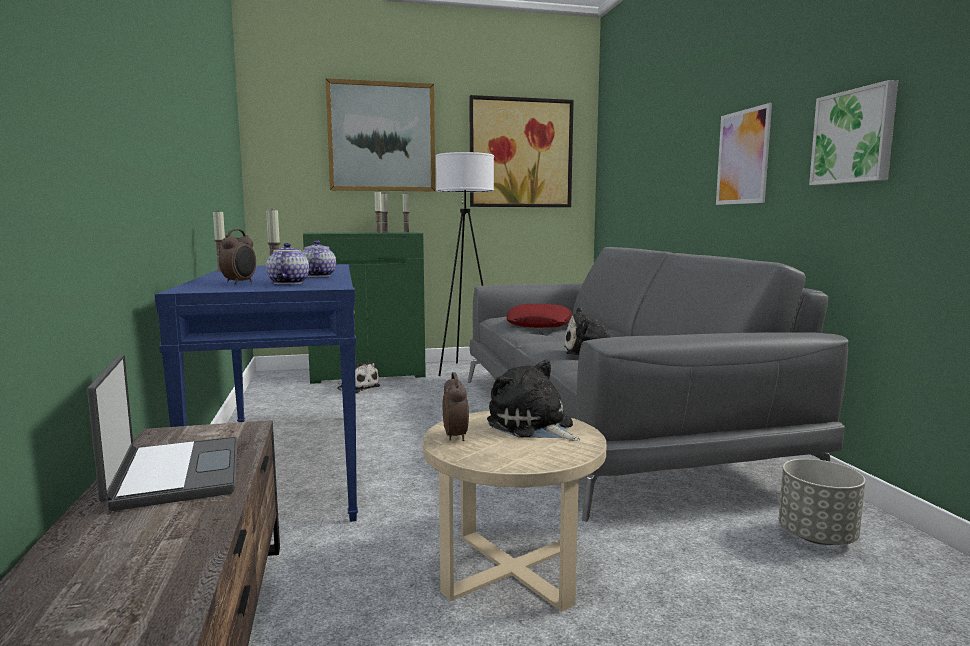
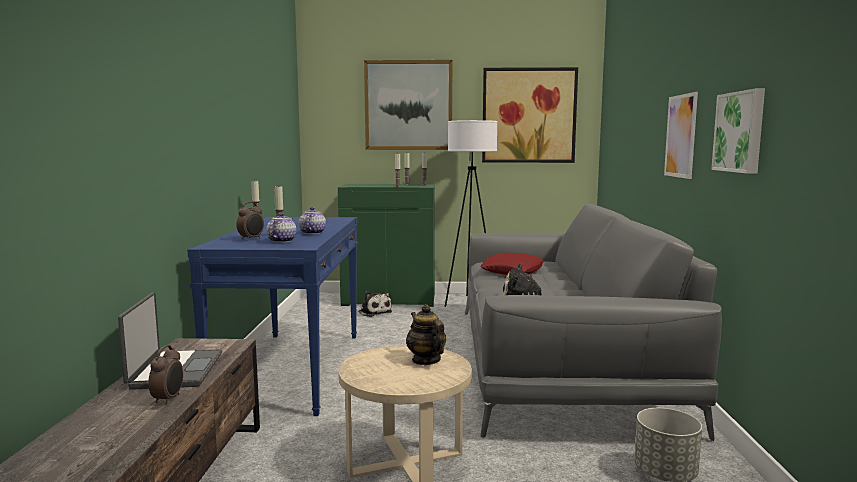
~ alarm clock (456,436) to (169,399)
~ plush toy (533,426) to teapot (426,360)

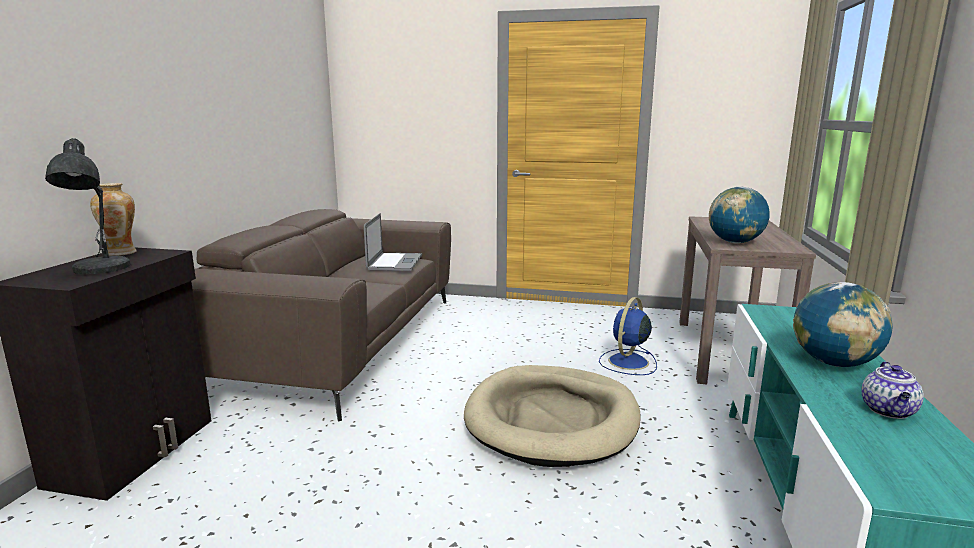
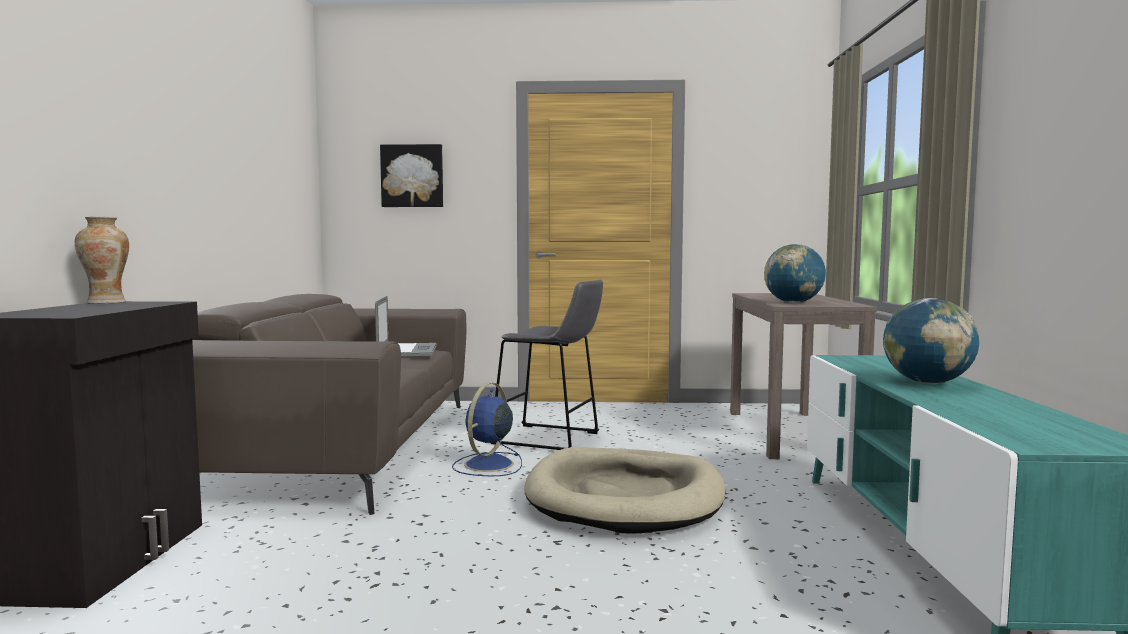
+ picture (412,176)
~ blue fan (627,362) to (488,465)
+ grey stool (551,439)
- grey table lamp (99,270)
- teapot (889,411)

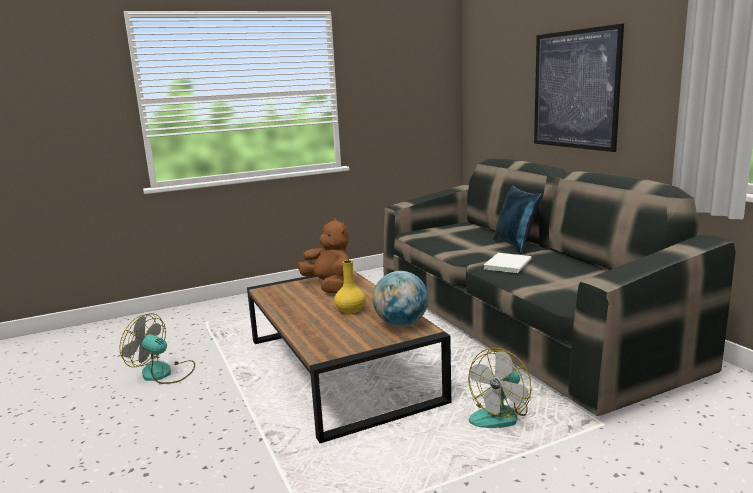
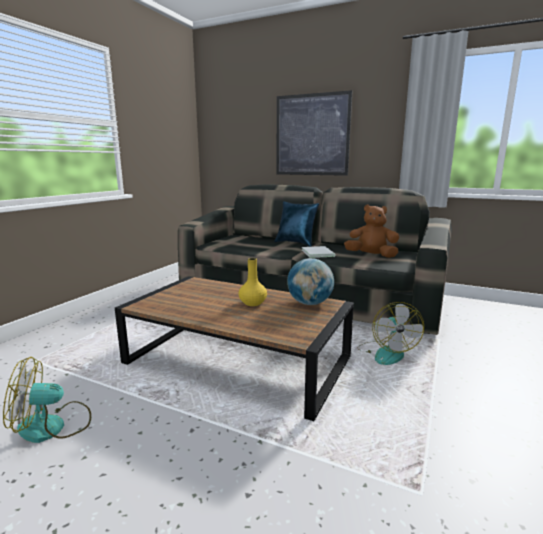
~ brown plush toy (329,286) to (371,256)

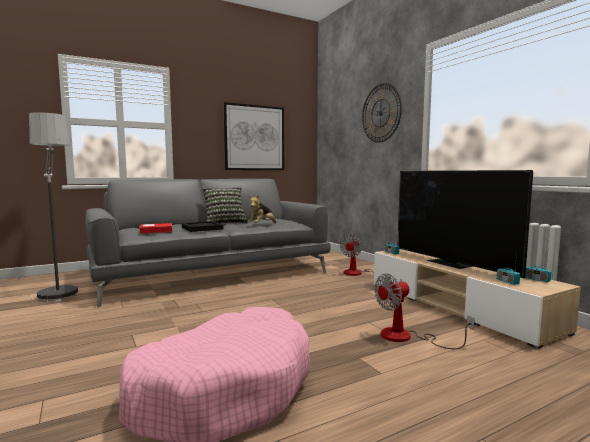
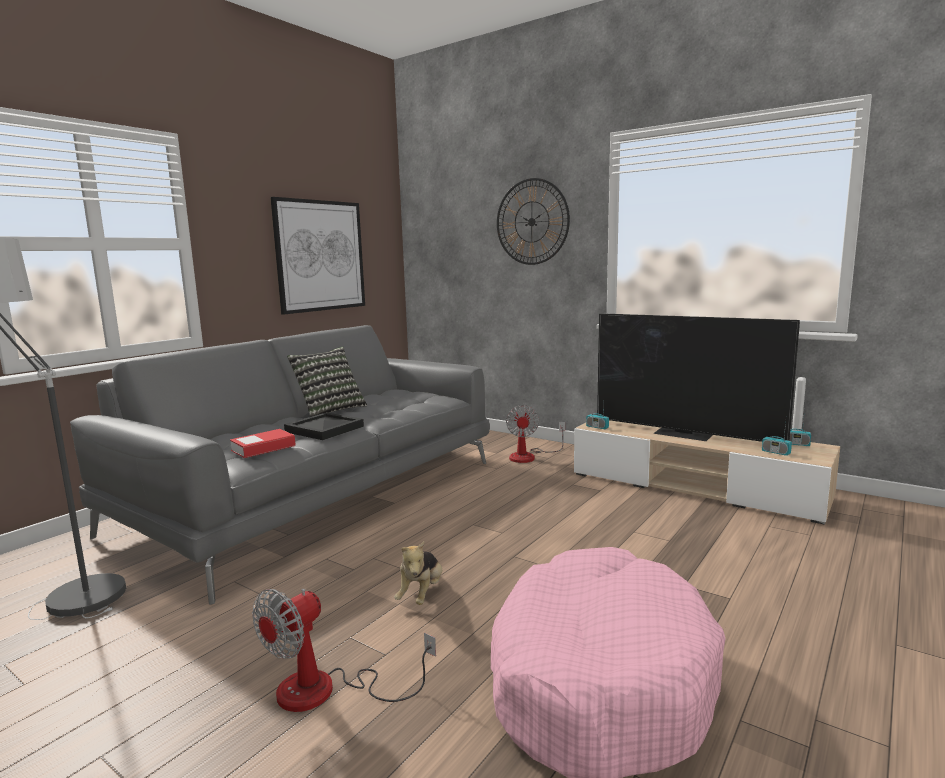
~ fan (407,337) to (326,691)
~ plush toy (262,225) to (421,594)

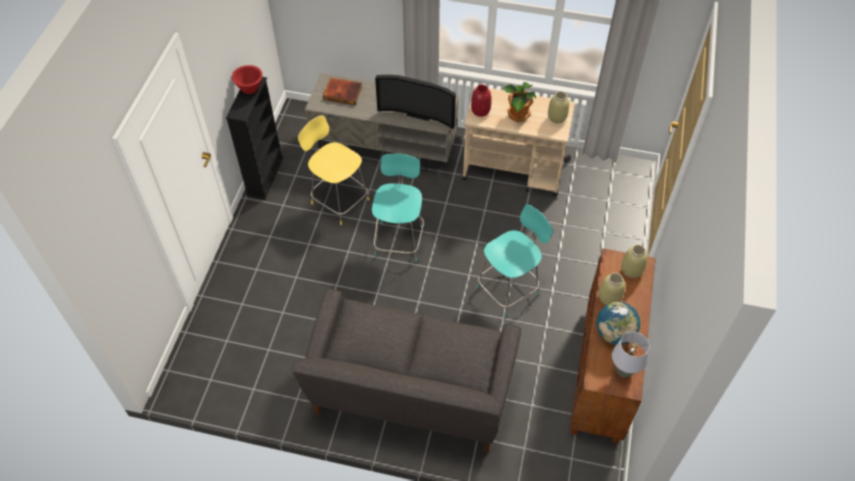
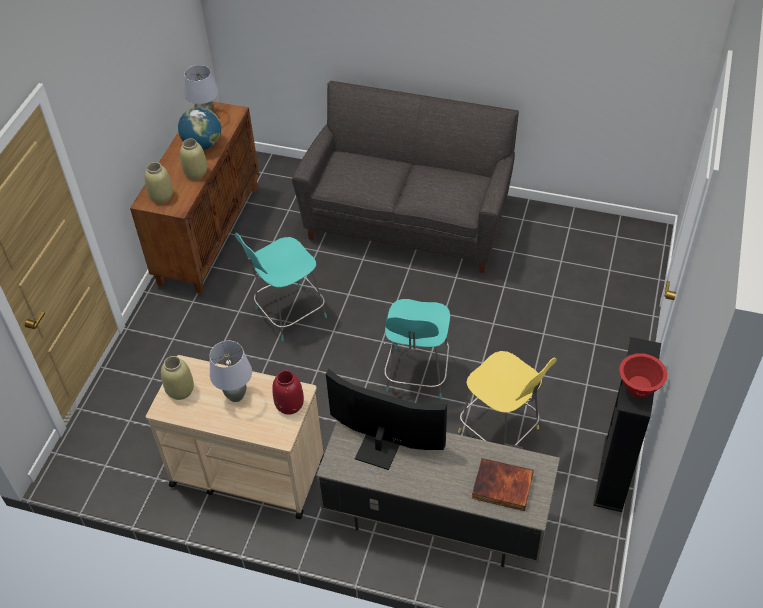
~ potted plant (517,115) to grey table lamp (236,396)

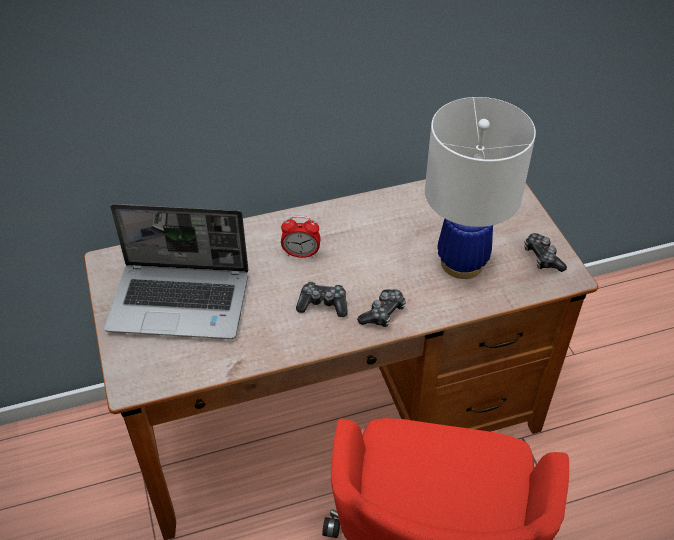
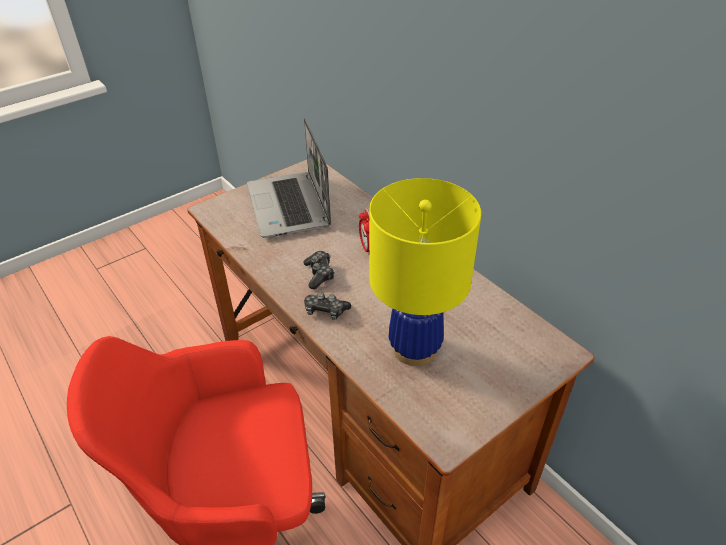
~ white table lamp (461,263) to yellow table lamp (414,348)
- game controller (542,258)

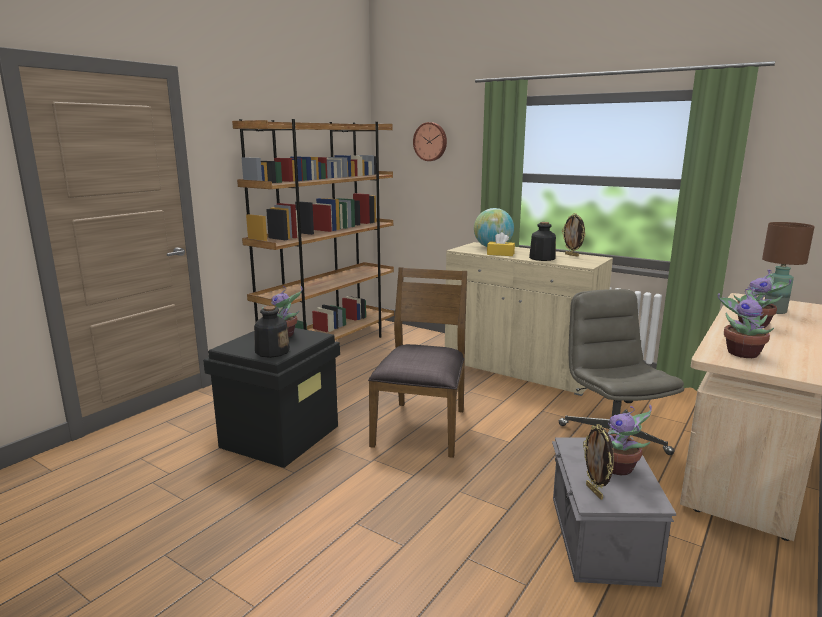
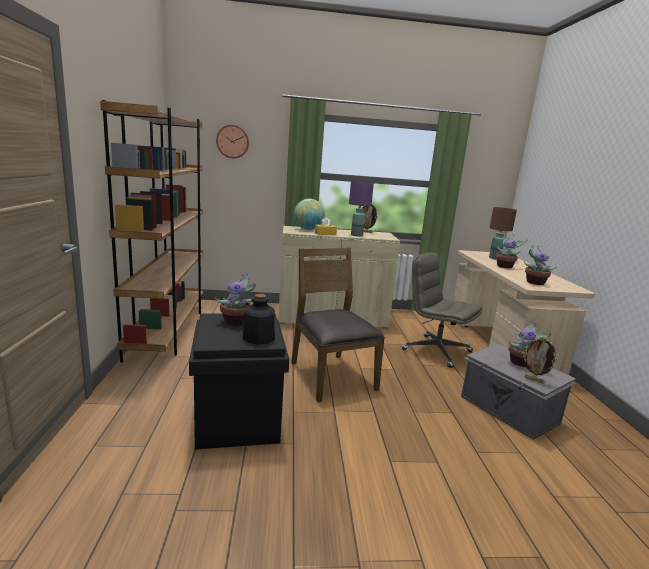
~ bottle (541,258) to purple table lamp (356,235)

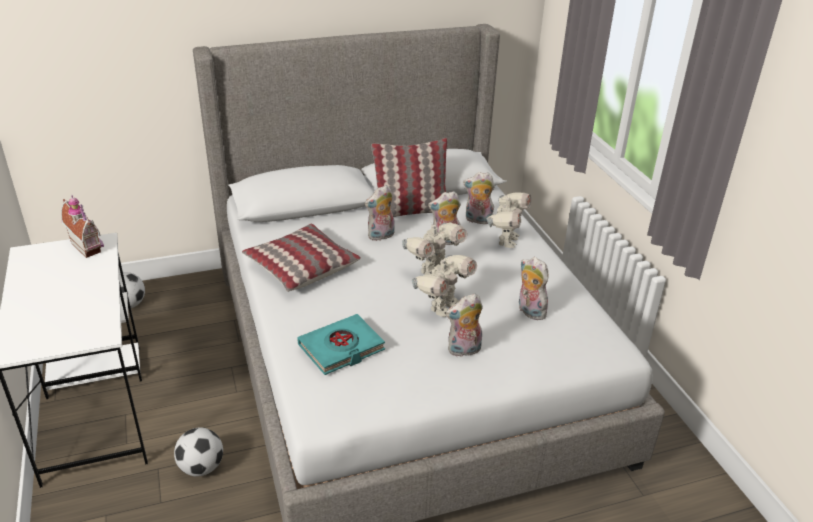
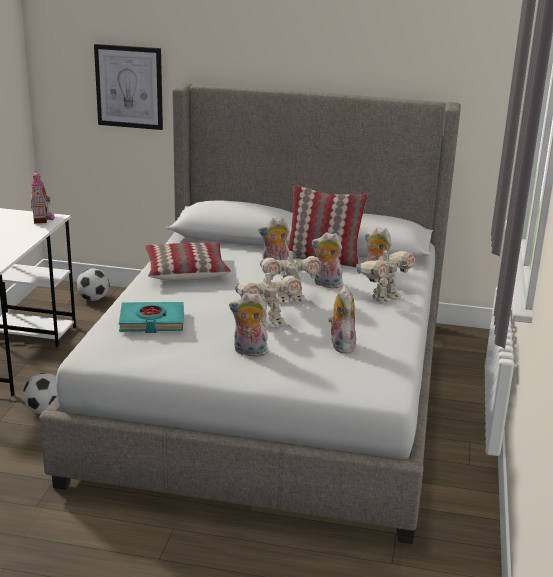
+ picture (129,87)

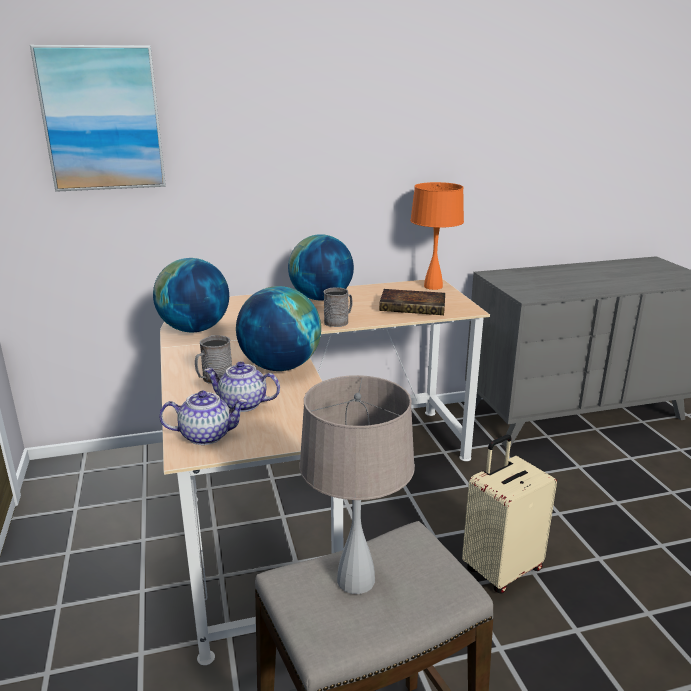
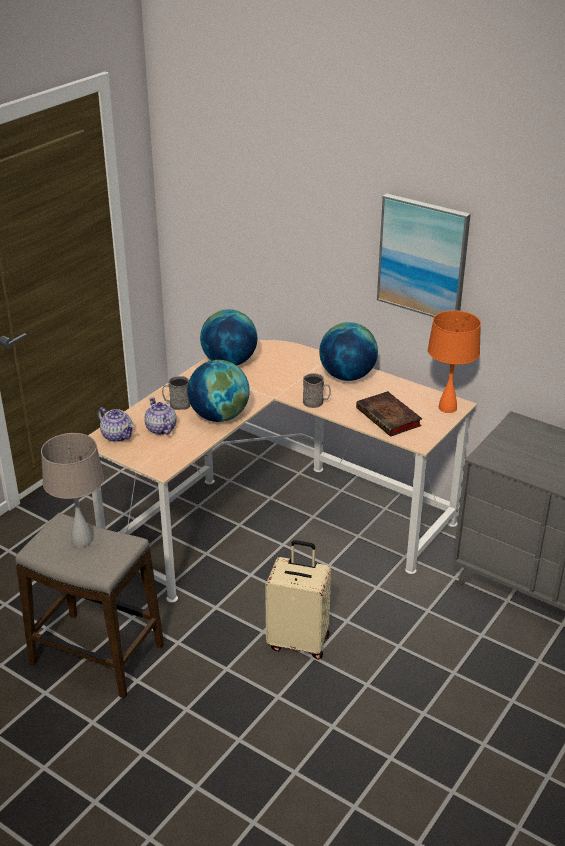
~ picture (102,119) to (423,257)

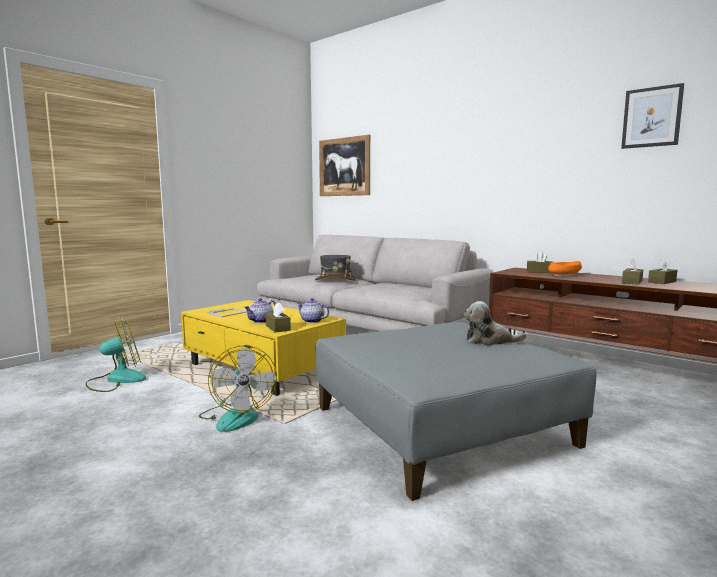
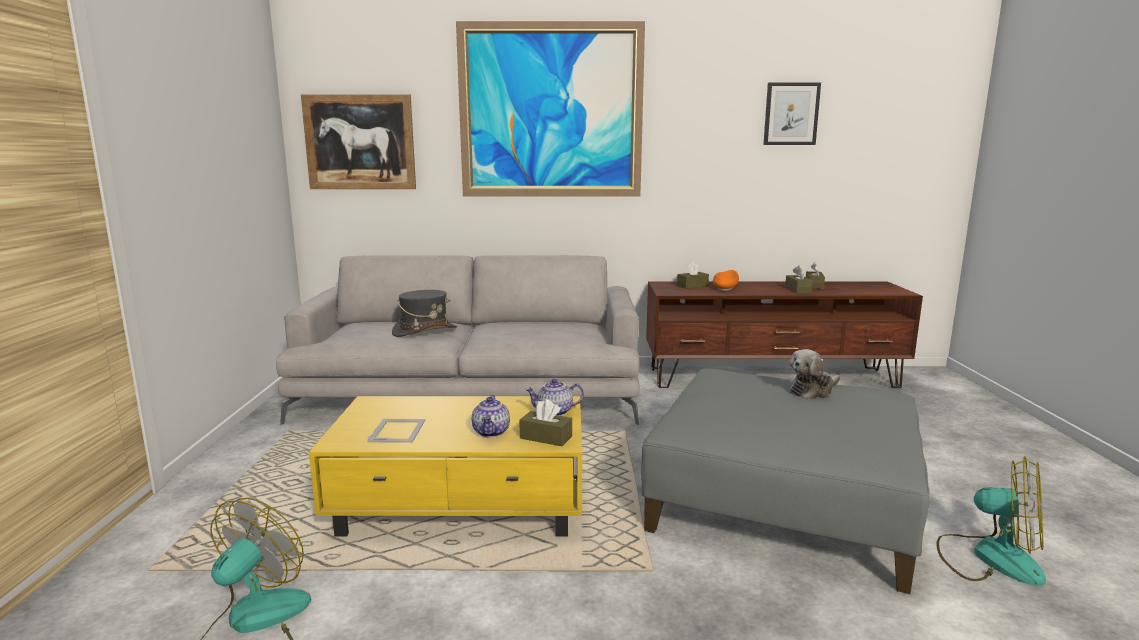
+ picture (551,111)
~ fan (237,416) to (990,558)

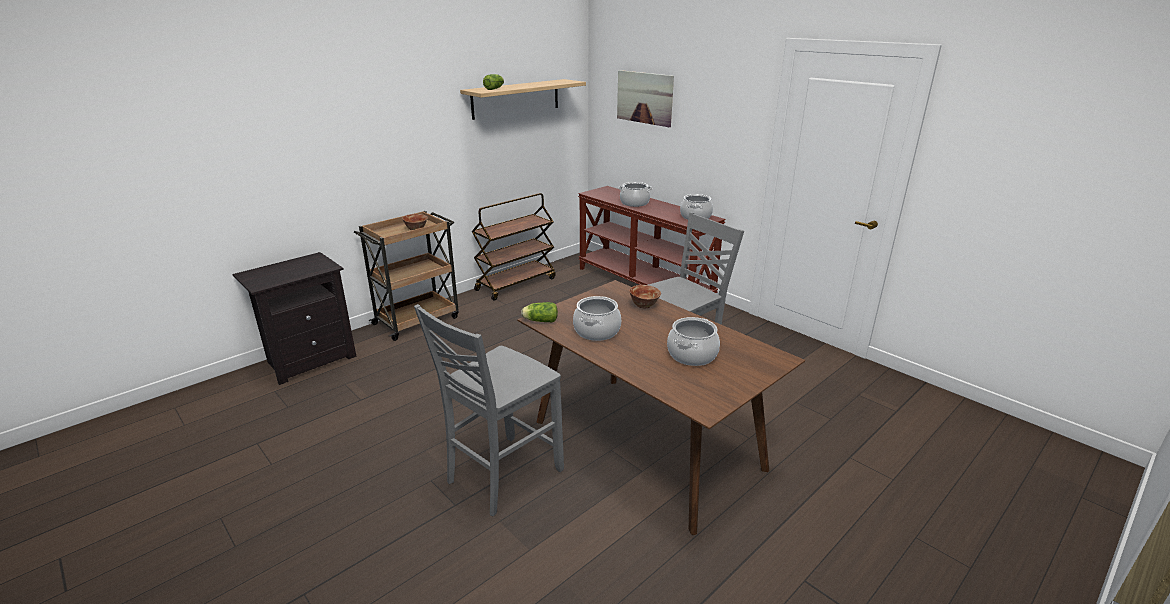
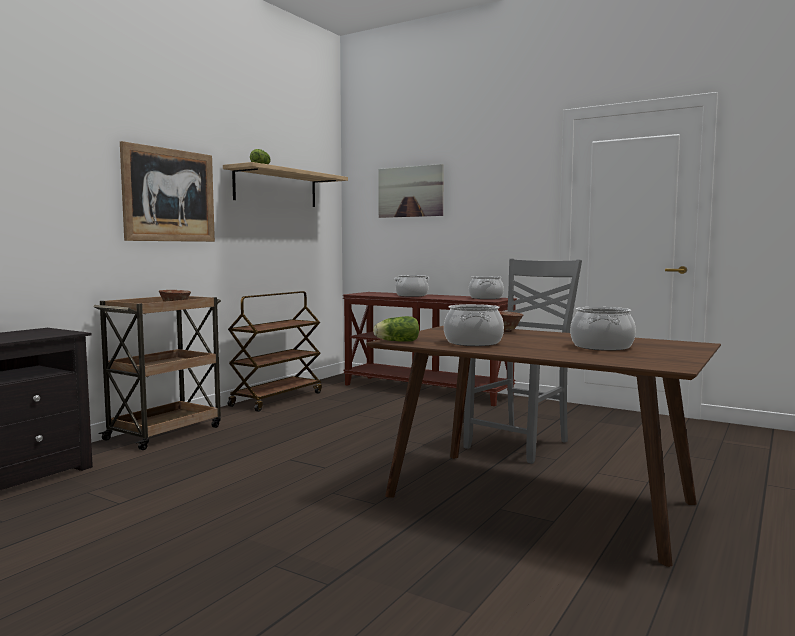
+ picture (169,195)
- grey chair (502,475)

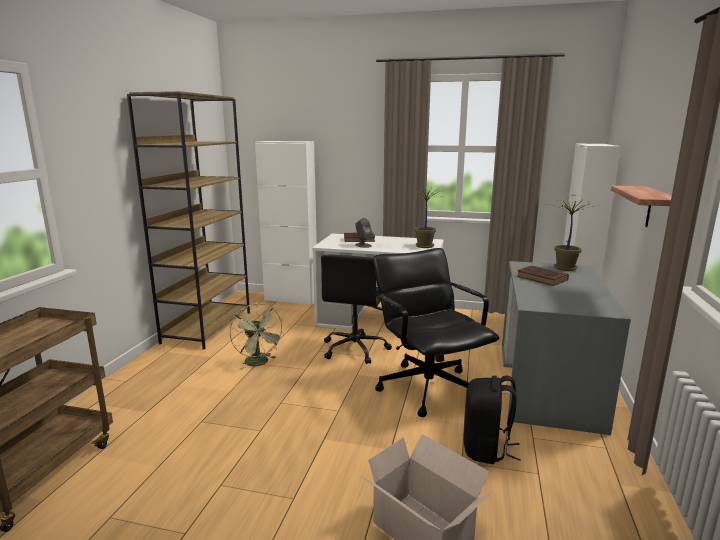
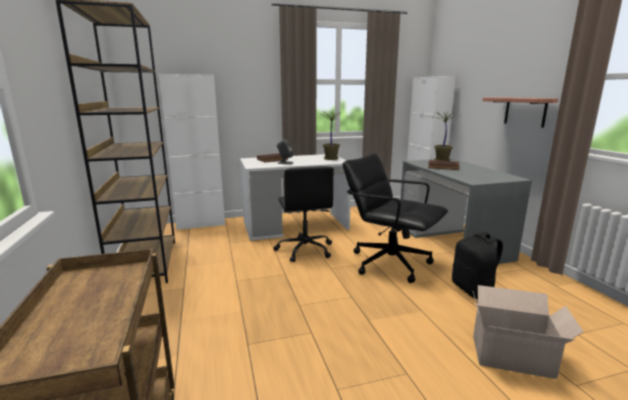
- green fan (259,363)

